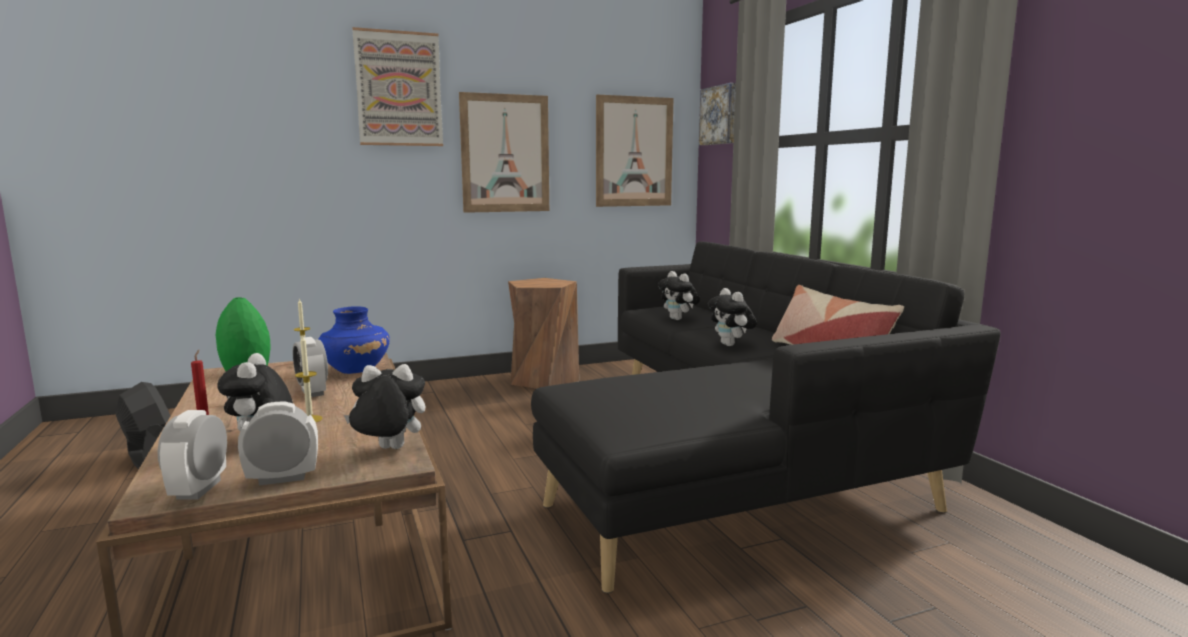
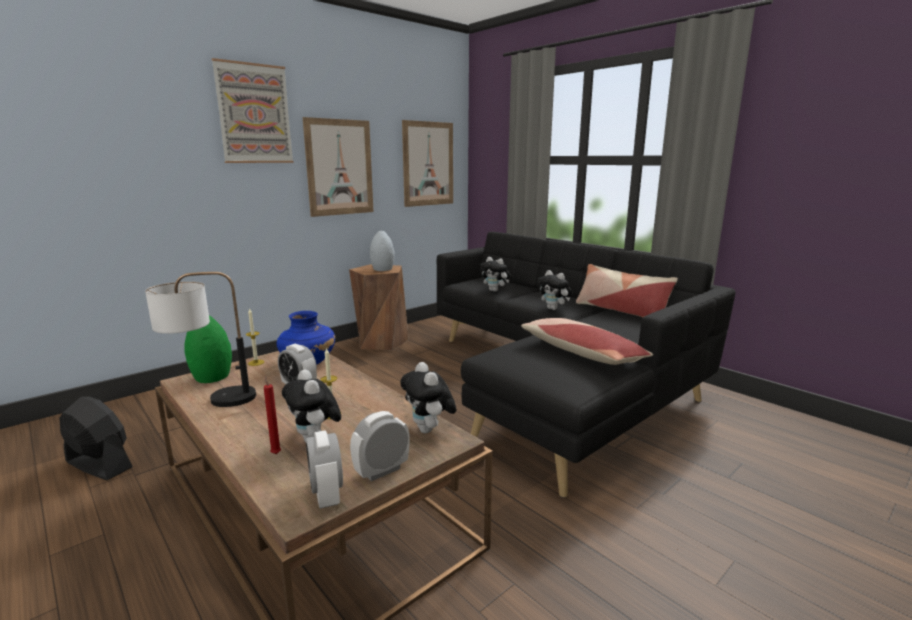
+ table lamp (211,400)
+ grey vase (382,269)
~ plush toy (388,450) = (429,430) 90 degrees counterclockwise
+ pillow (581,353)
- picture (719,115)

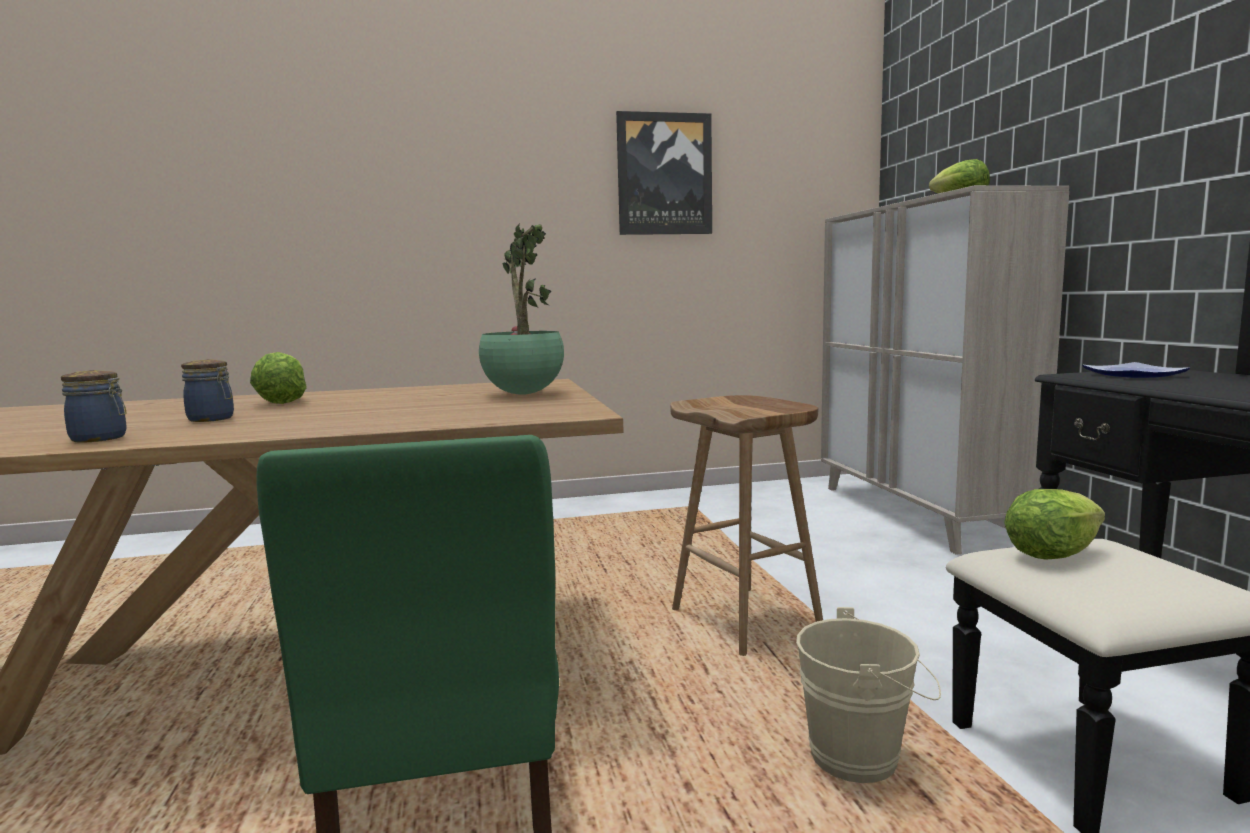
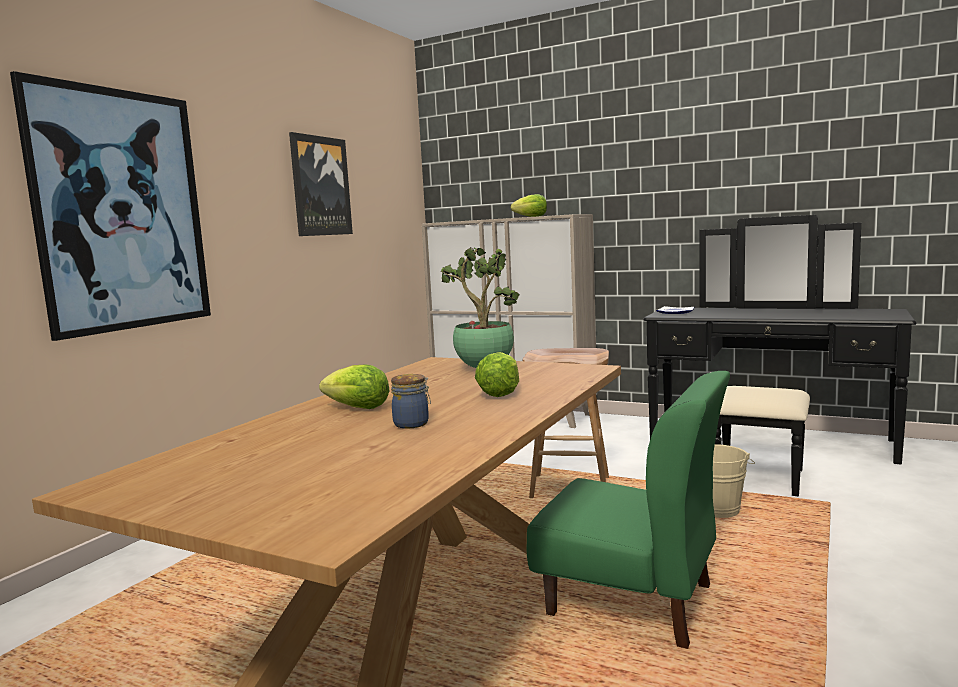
+ picture (122,210)
~ lettuce (1051,553) to (500,393)
- jar (101,438)

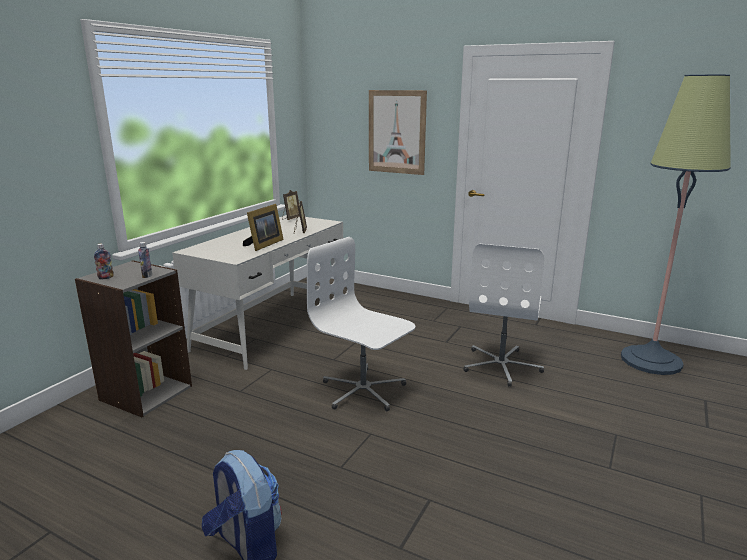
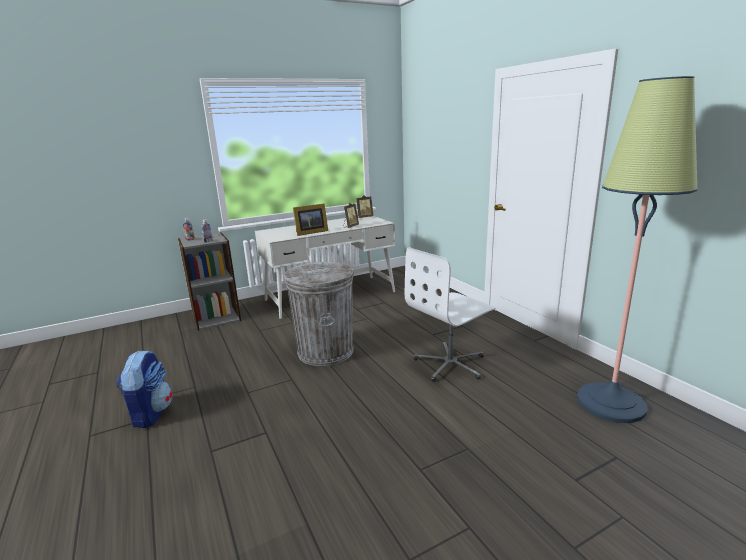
~ white office chair (363,391) to grey trash can (326,351)
- picture (396,132)

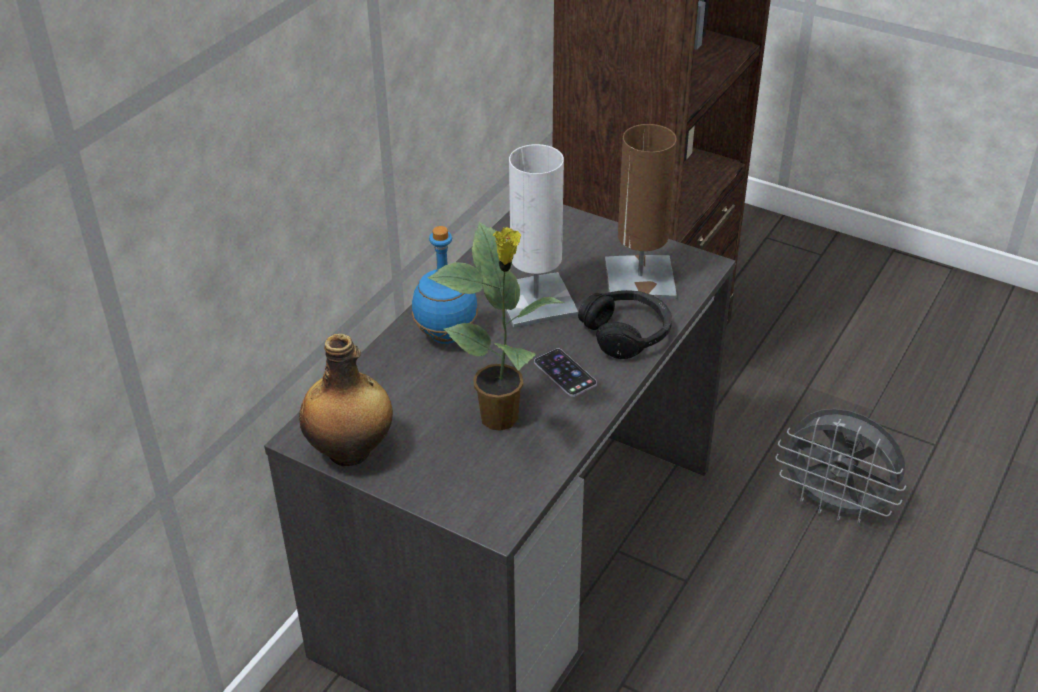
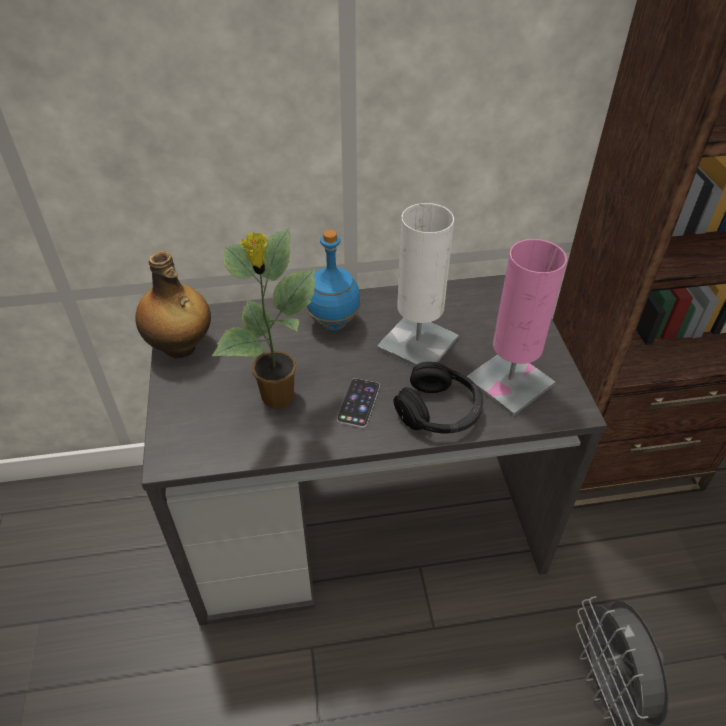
~ brown table lamp (640,279) to pink table lamp (509,382)

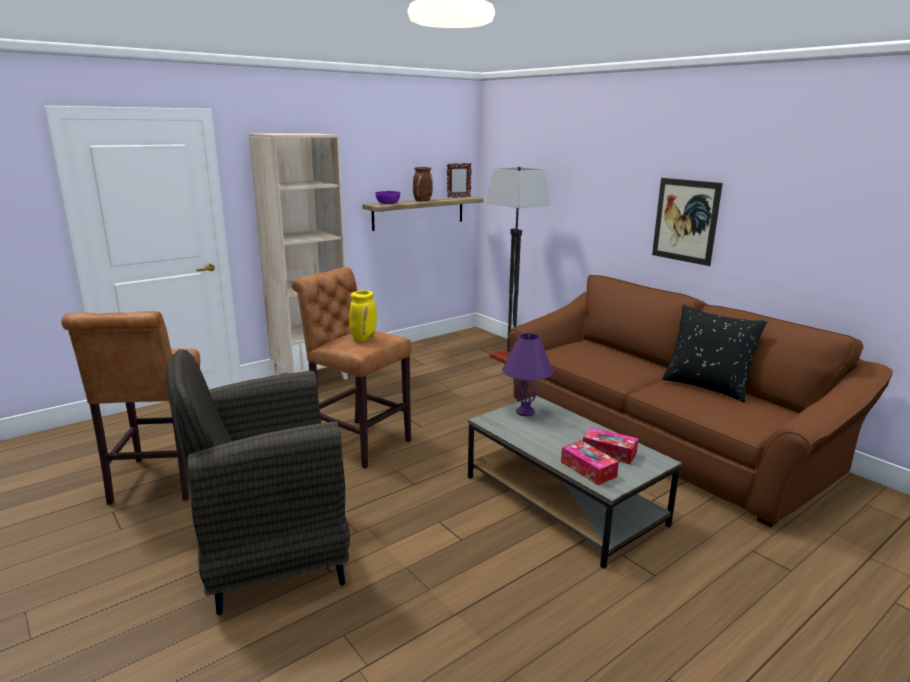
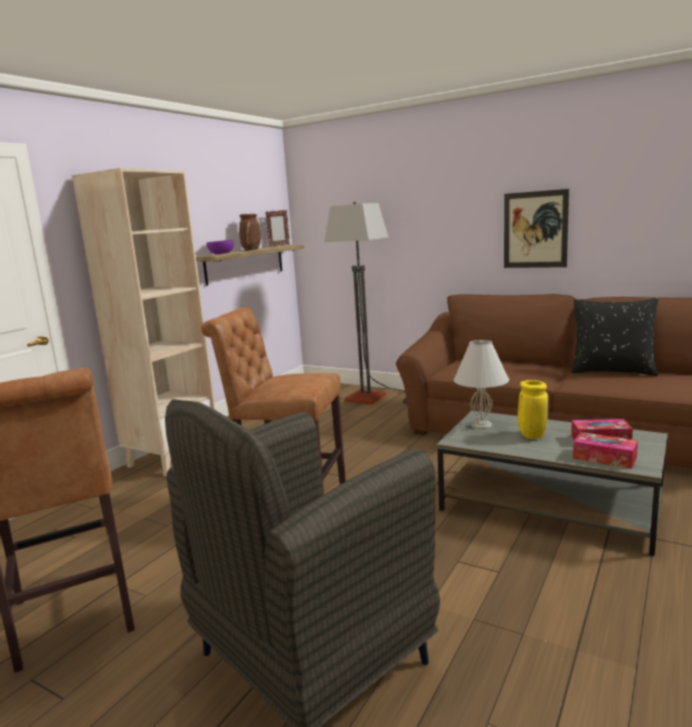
~ purple table lamp (524,412) to white table lamp (481,425)
~ yellow vase (363,338) to (531,435)

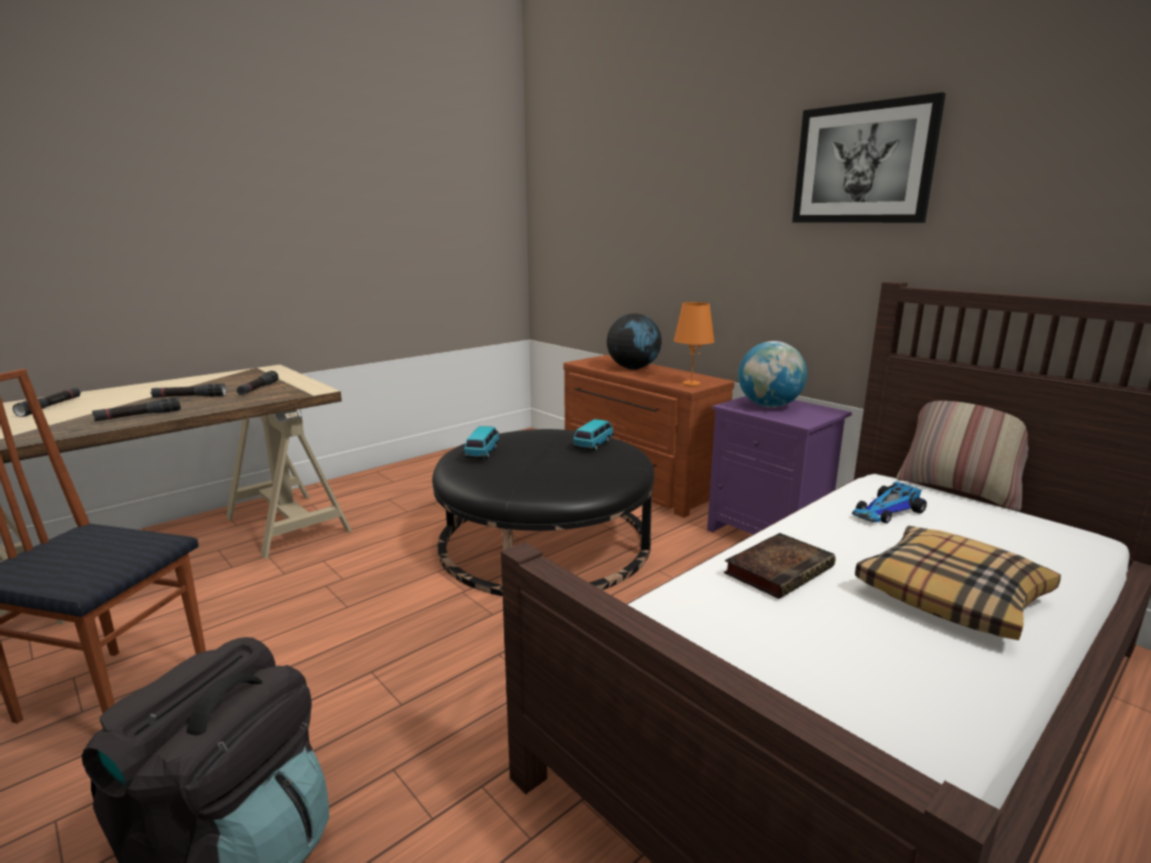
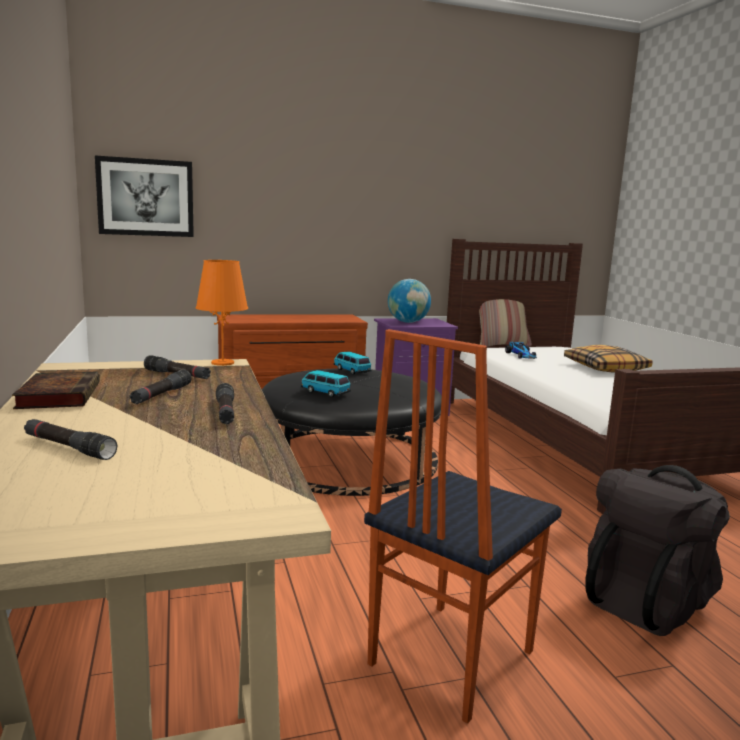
~ book (779,569) to (59,396)
~ picture (863,164) to (146,197)
~ orange table lamp (691,384) to (223,363)
- globe (633,368)

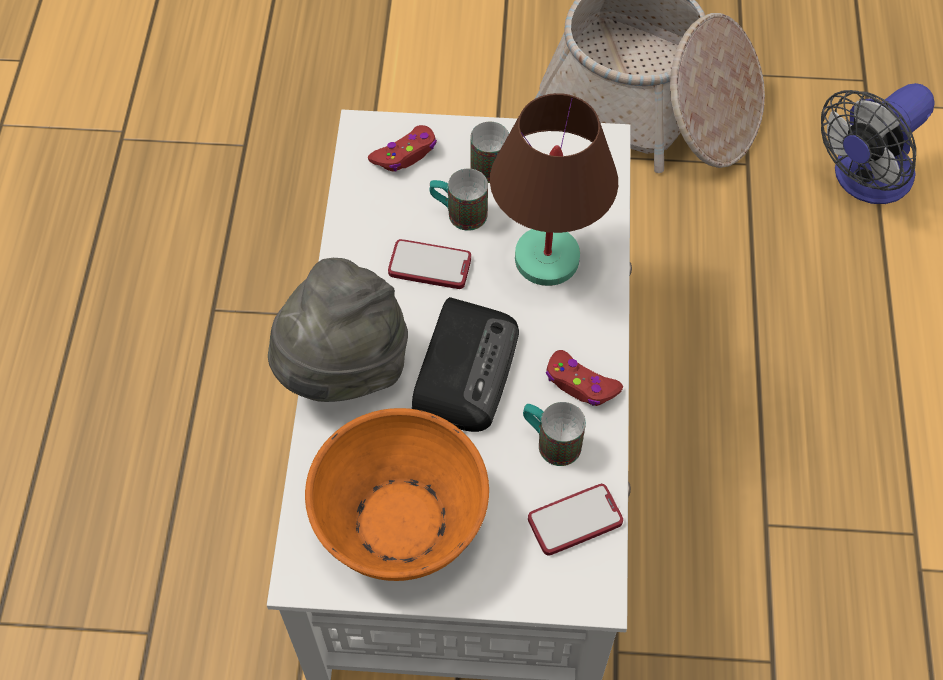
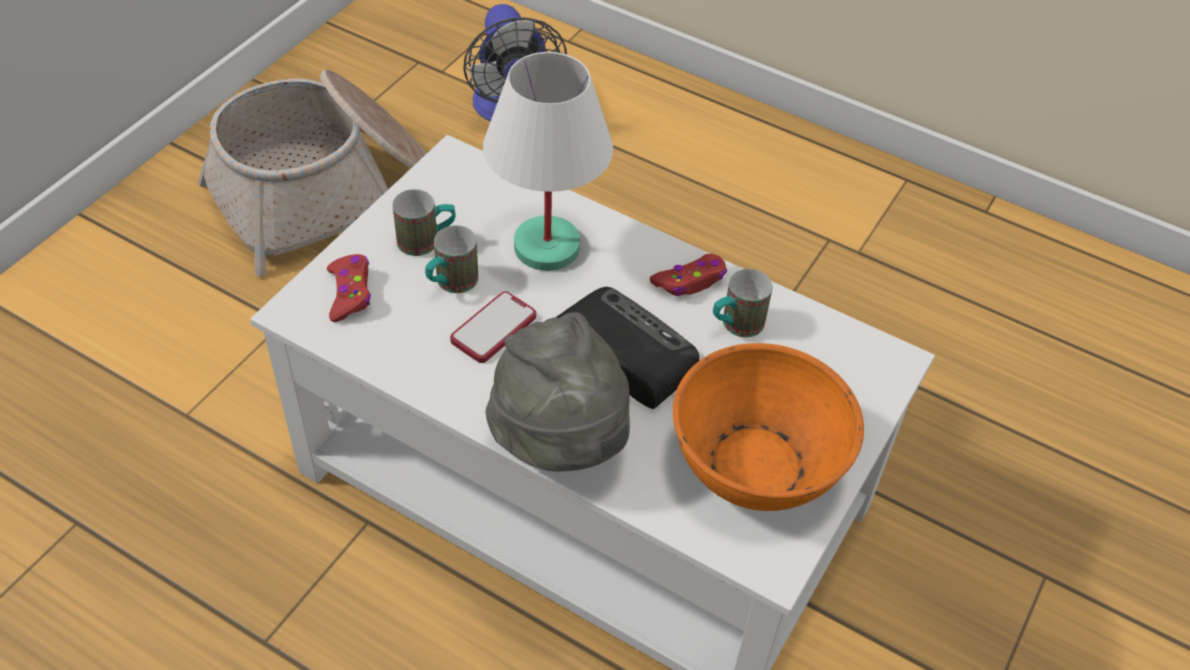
~ brown table lamp (545,258) to white table lamp (545,247)
- phone (575,520)

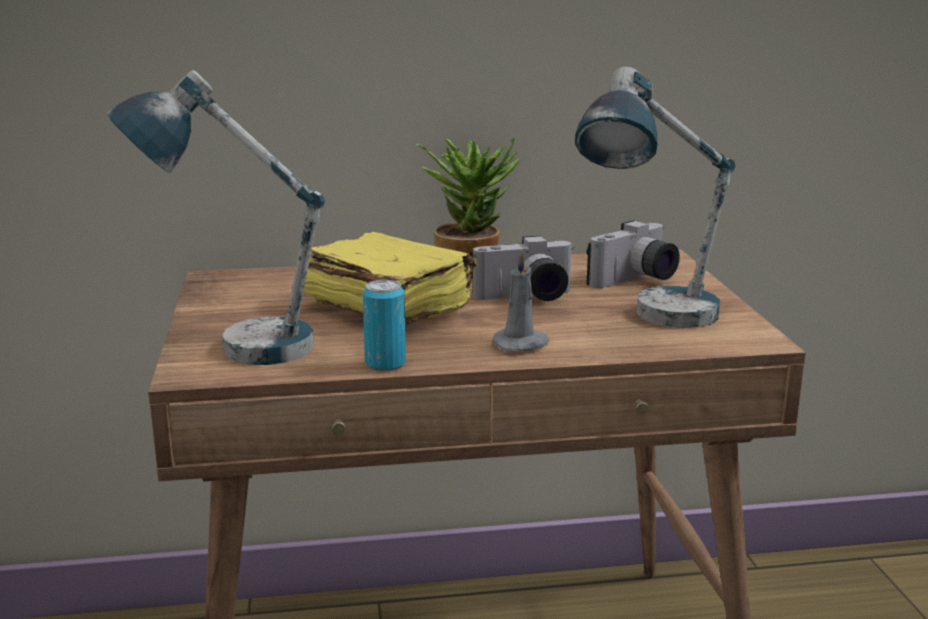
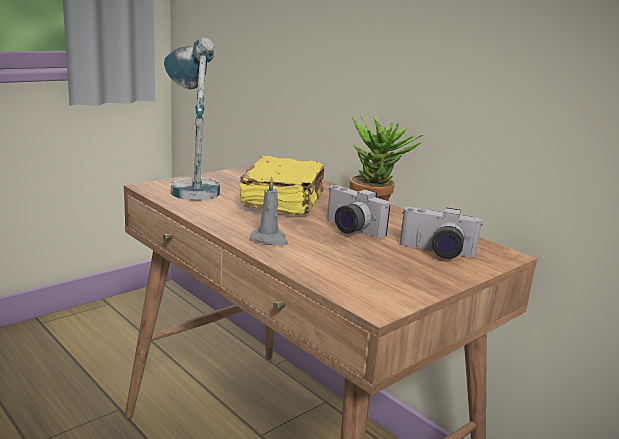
- can (385,364)
- table lamp (652,321)

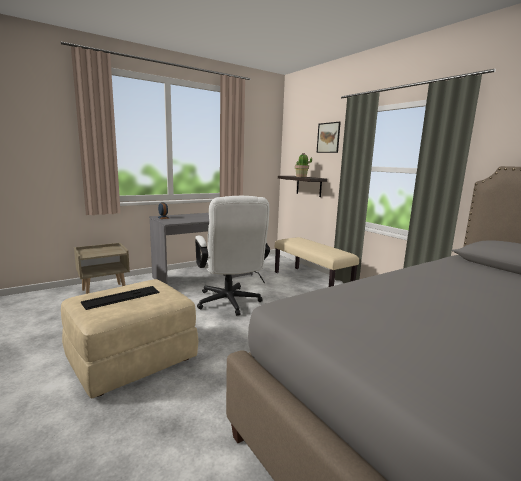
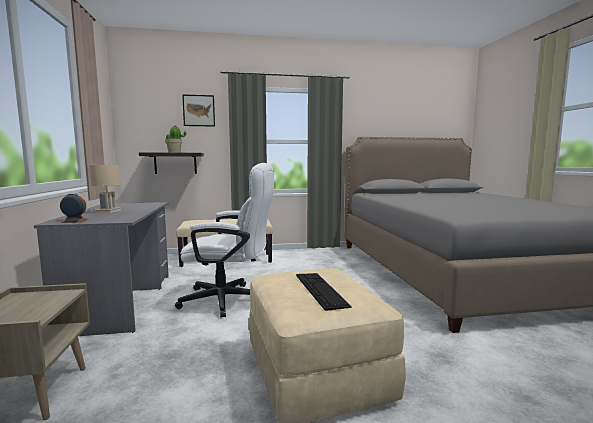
+ beige table lamp (108,211)

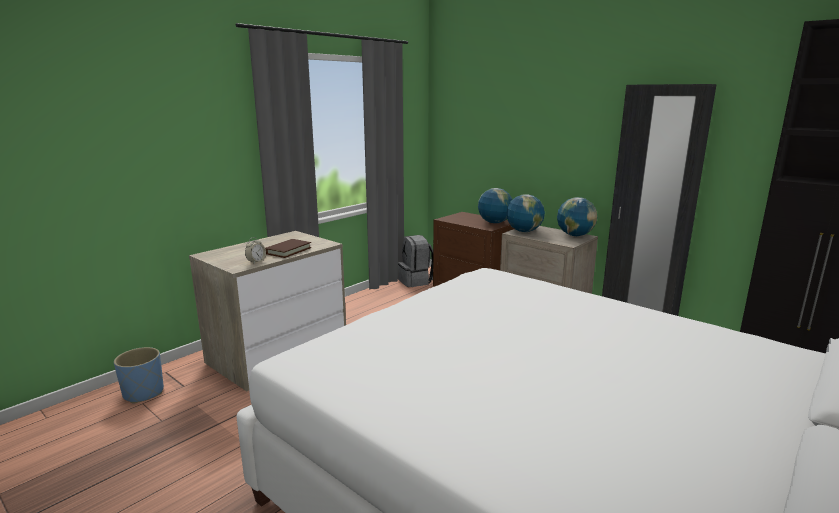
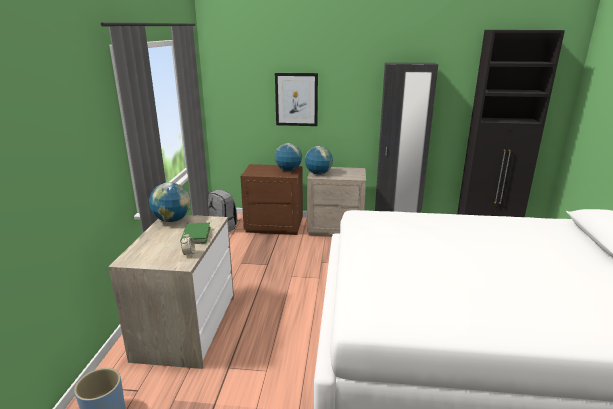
~ globe (575,235) to (172,220)
~ brown book (288,250) to green book (196,235)
+ picture (296,99)

